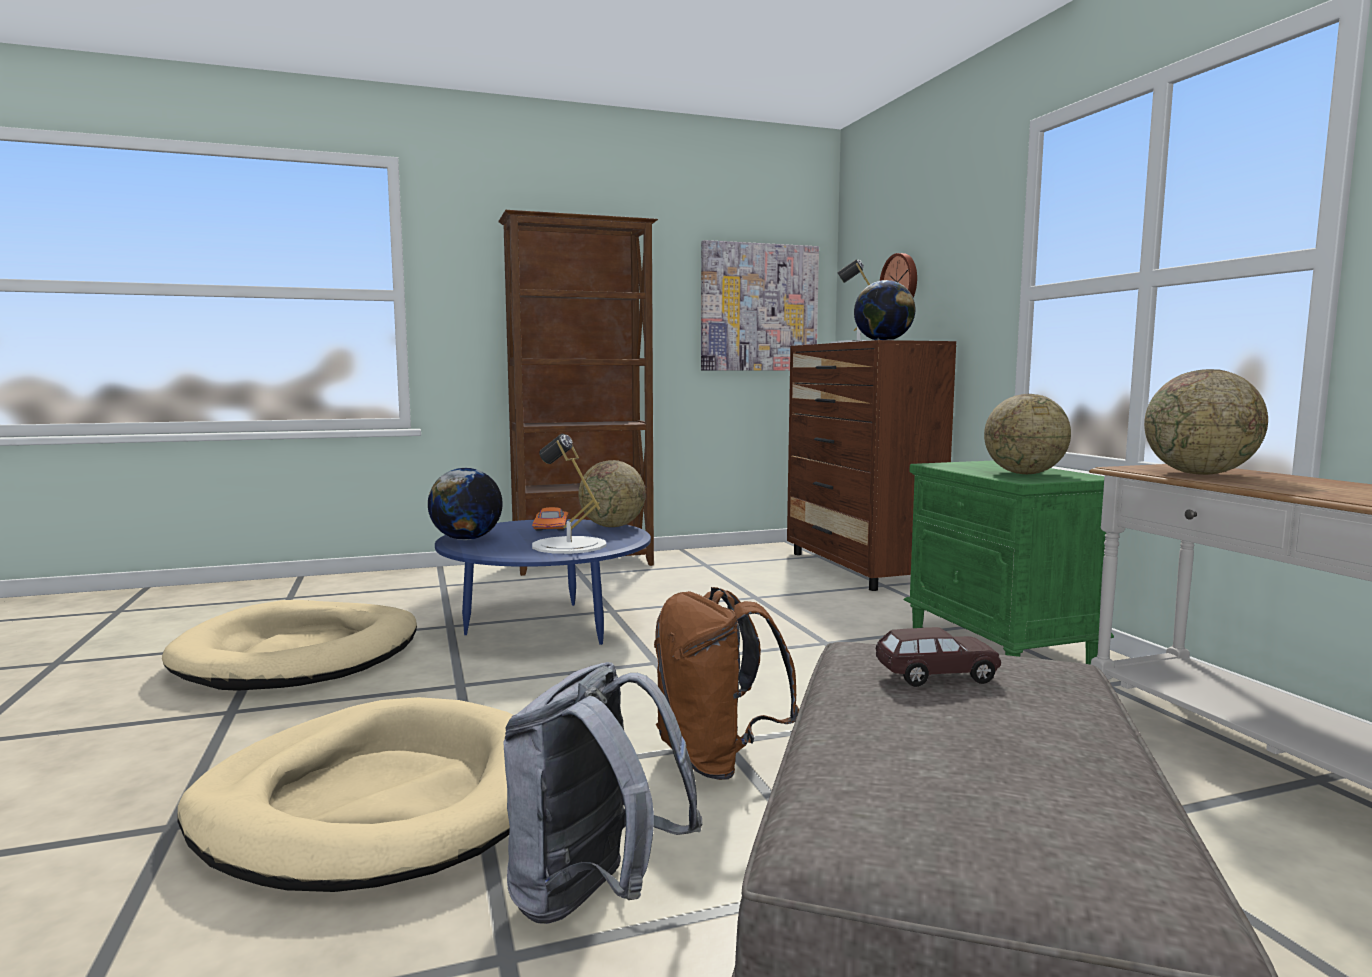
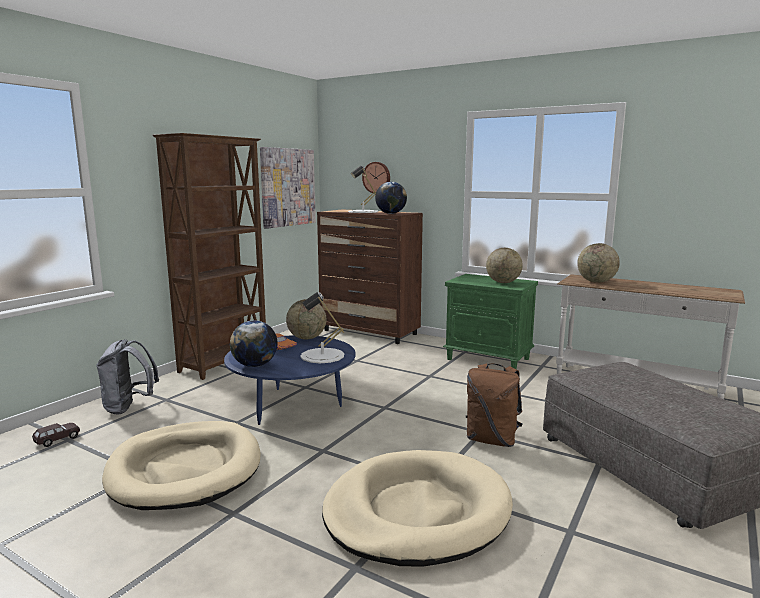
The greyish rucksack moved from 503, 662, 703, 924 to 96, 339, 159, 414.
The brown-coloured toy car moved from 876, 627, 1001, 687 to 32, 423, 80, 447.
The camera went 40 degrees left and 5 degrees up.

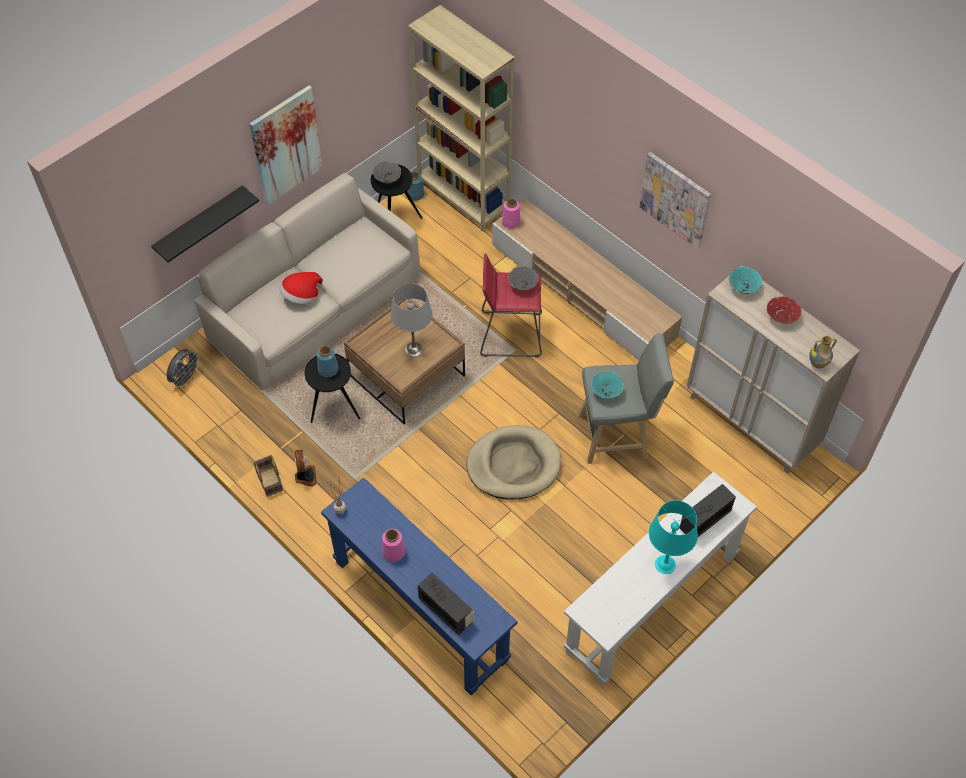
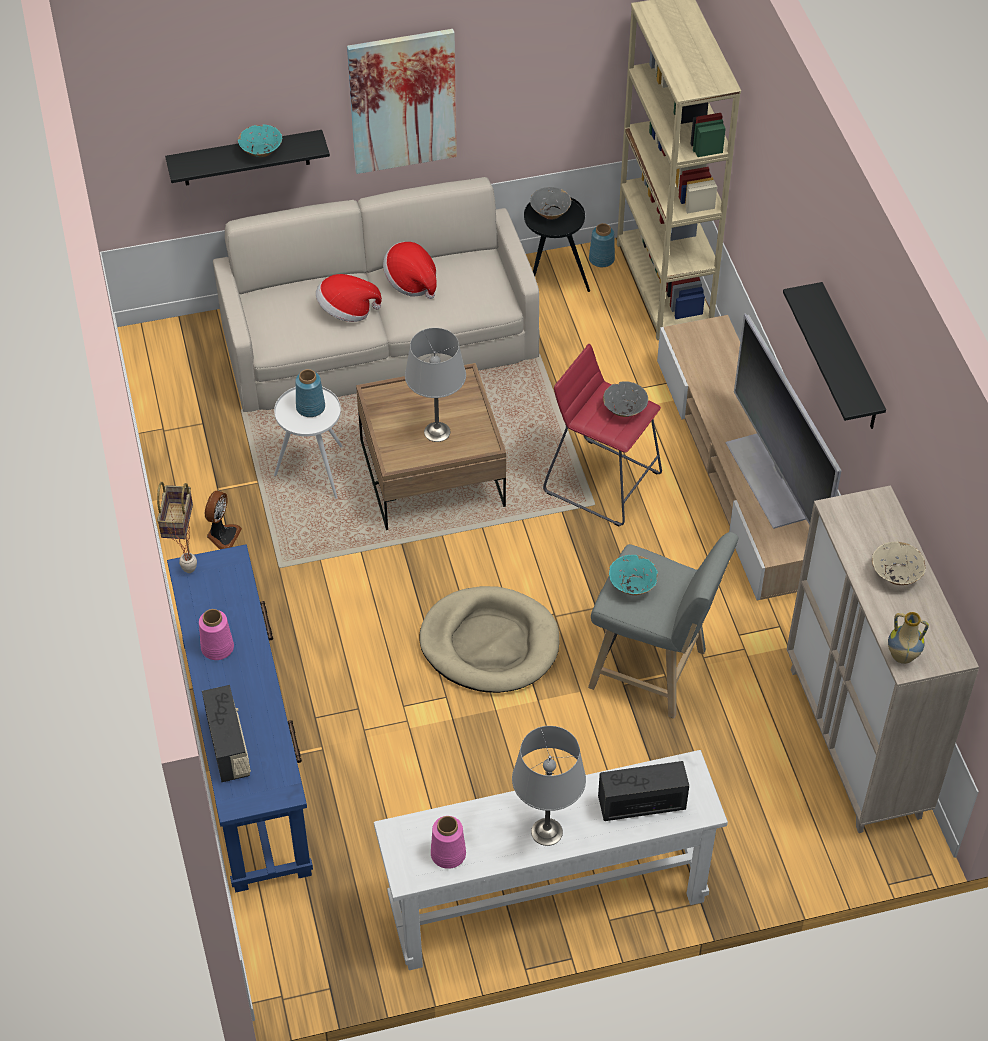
The greyish electric fan at 167, 349, 200, 389 disappeared.
The hat at 383, 242, 437, 299 appeared.
The TV at 726, 313, 841, 529 appeared.
The pinkish flower vase moved from 502, 198, 520, 229 to 431, 816, 466, 869.
The blue-green deep dish moved from 729, 267, 762, 294 to 238, 124, 282, 157.
The wall art at 640, 152, 711, 249 was replaced by the blackish shelf at 783, 282, 886, 429.
The blackish end table at 305, 354, 360, 423 became the white end table at 274, 387, 343, 499.
The blue-green table lamp at 649, 500, 698, 574 became the greyish table lamp at 512, 726, 586, 846.
The red-coloured deep dish at 767, 296, 802, 324 became the beige deep dish at 872, 542, 926, 585.
The camera went 30 degrees right and 5 degrees down.

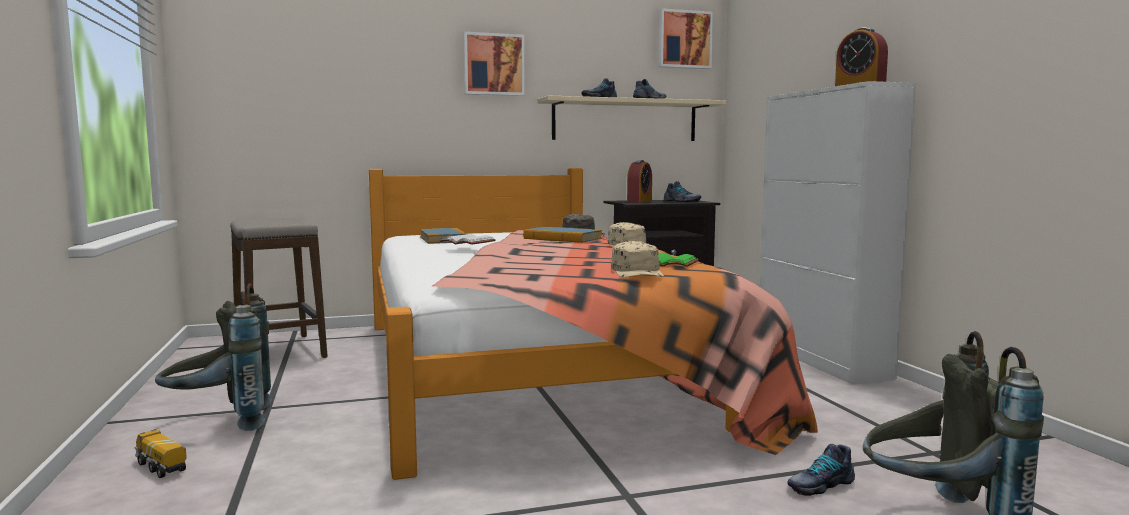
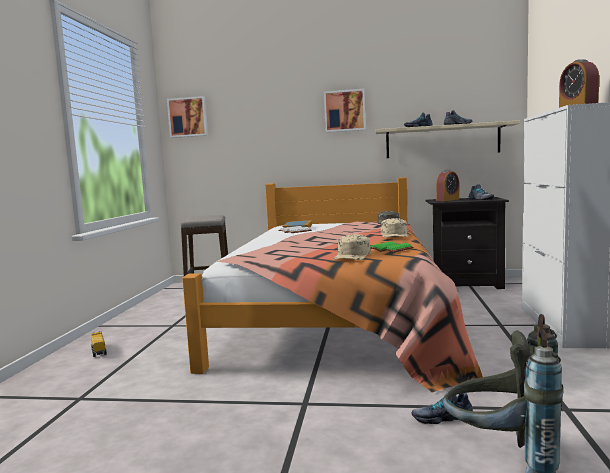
The greyish rucksack at 155, 283, 272, 431 disappeared.
The volume at 523, 227, 602, 243 disappeared.
The wall art moved from 658, 8, 713, 69 to 167, 96, 208, 138.
The camera went 25 degrees right and 0 degrees up.

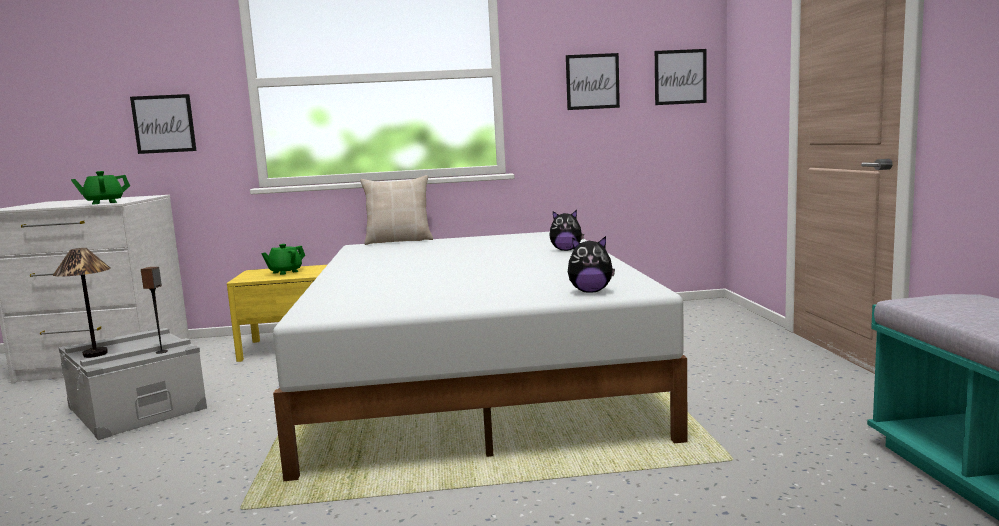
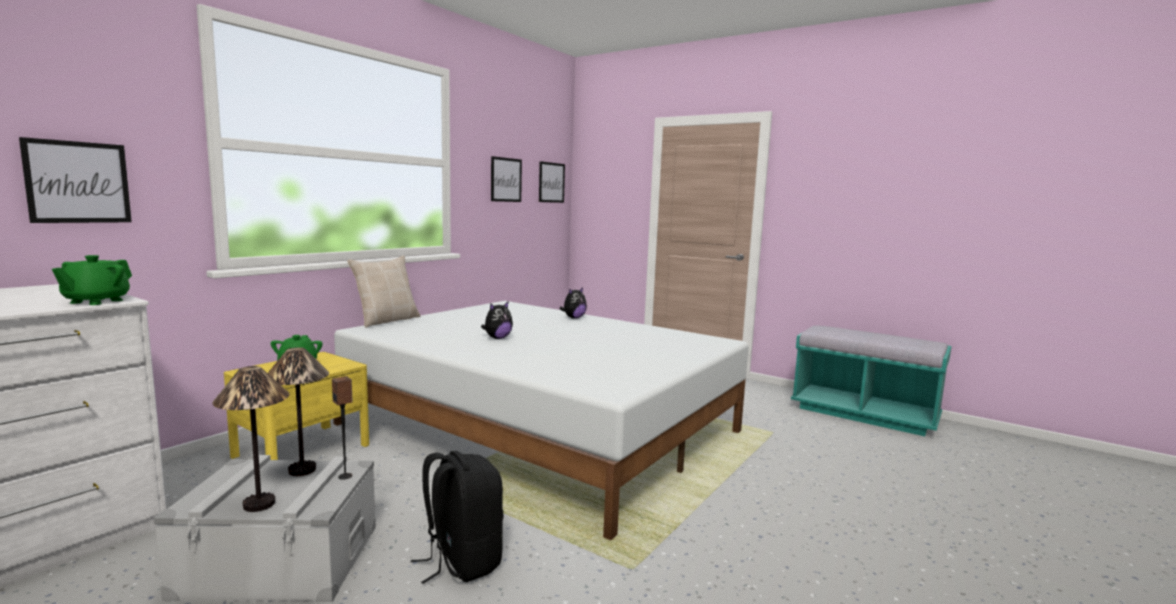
The table lamp at 268, 347, 329, 476 appeared.
The blackish rucksack at 411, 451, 503, 584 appeared.
The plush toy moved from 568, 236, 615, 293 to 481, 302, 513, 339.
The camera went 50 degrees left and 0 degrees up.

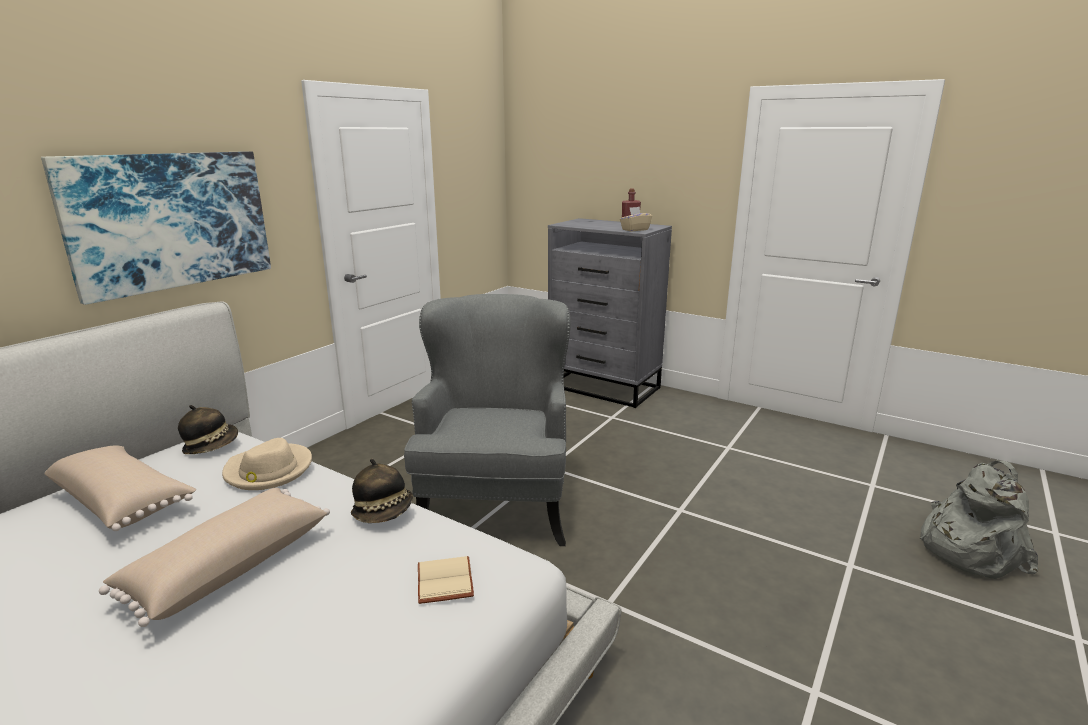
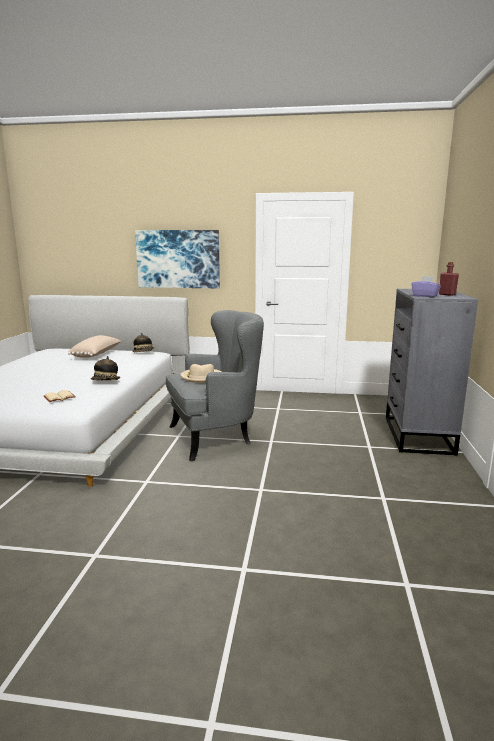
The beige cushion at 99, 488, 330, 627 disappeared.
The greyish rucksack at 920, 461, 1038, 579 disappeared.
The beige hat moved from 222, 438, 312, 490 to 181, 364, 221, 383.
The beige tissue box at 620, 207, 652, 231 became the purple tissue box at 412, 276, 441, 297.
The camera went 65 degrees right and 5 degrees down.

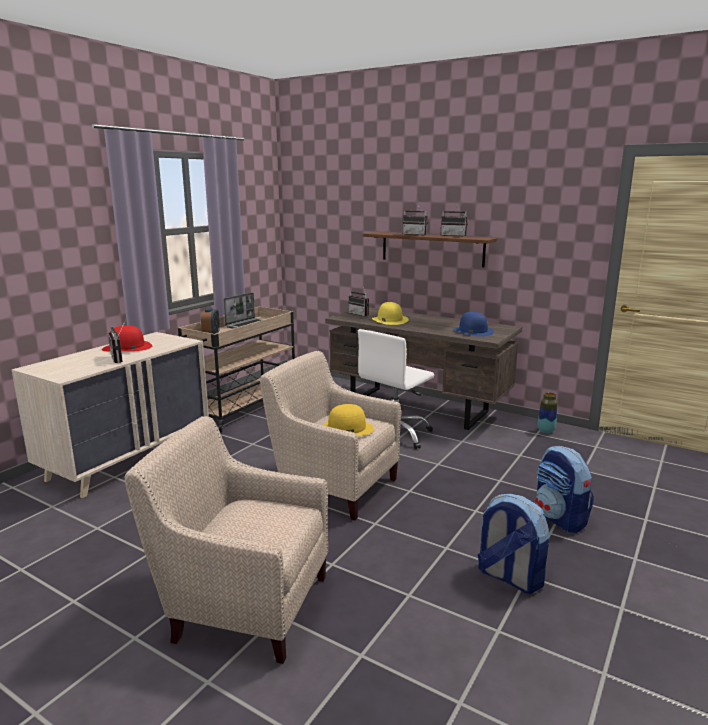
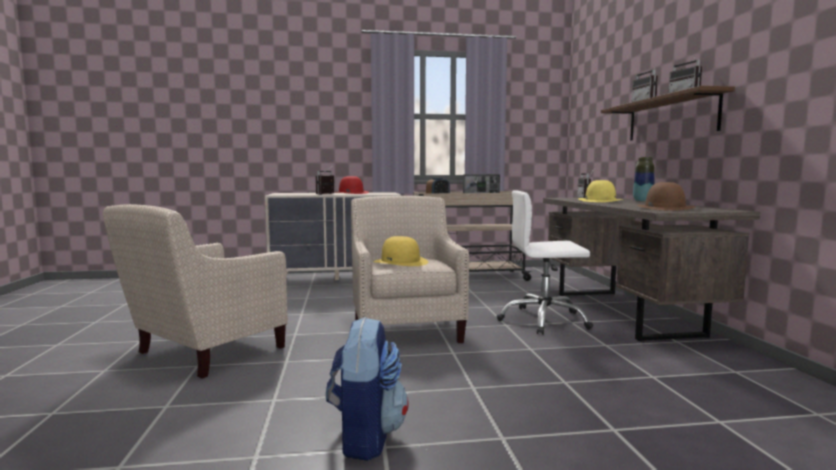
The rucksack at 535, 446, 594, 533 disappeared.
The flower vase moved from 538, 392, 557, 434 to 633, 157, 654, 202.
The blue-coloured hat at 453, 312, 494, 337 became the brown-coloured hat at 637, 182, 695, 211.
The beige armchair at 125, 416, 328, 664 turned 120 degrees counterclockwise.
The camera went 50 degrees right and 10 degrees down.

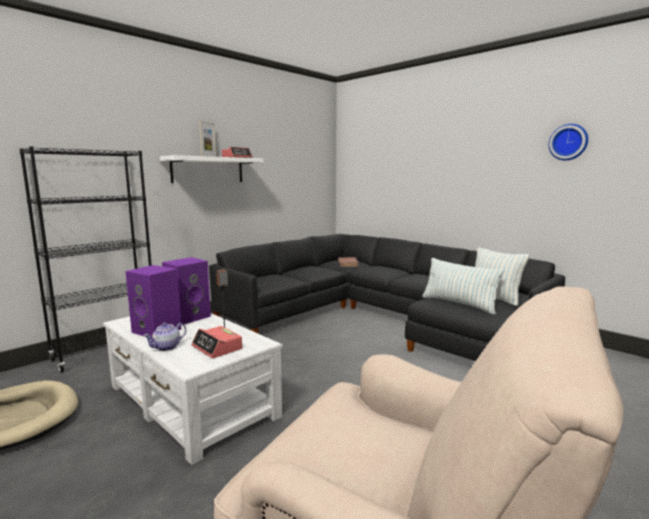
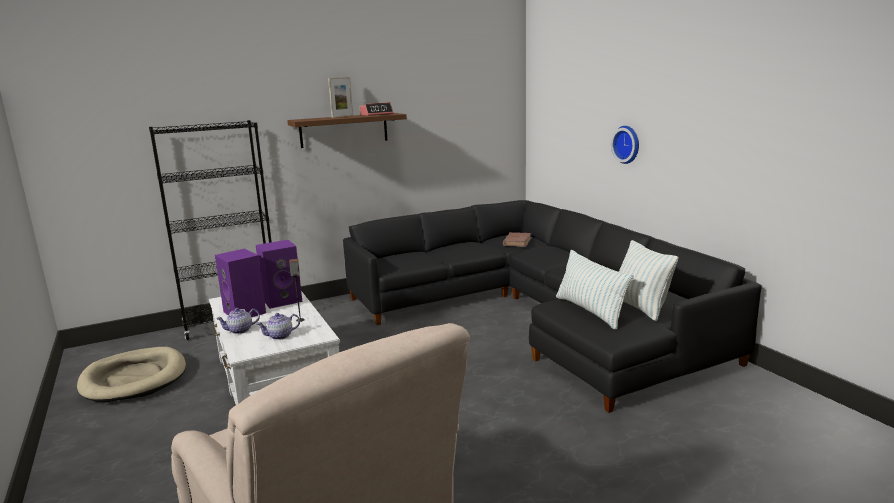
The hanging clock moved from 549, 124, 588, 161 to 611, 126, 639, 164.
The alarm clock at 192, 326, 242, 358 was replaced by the pot for tea at 256, 313, 300, 340.
The white shelf at 160, 155, 263, 183 became the brown-coloured shelf at 287, 113, 407, 148.
The camera went 20 degrees right and 5 degrees up.

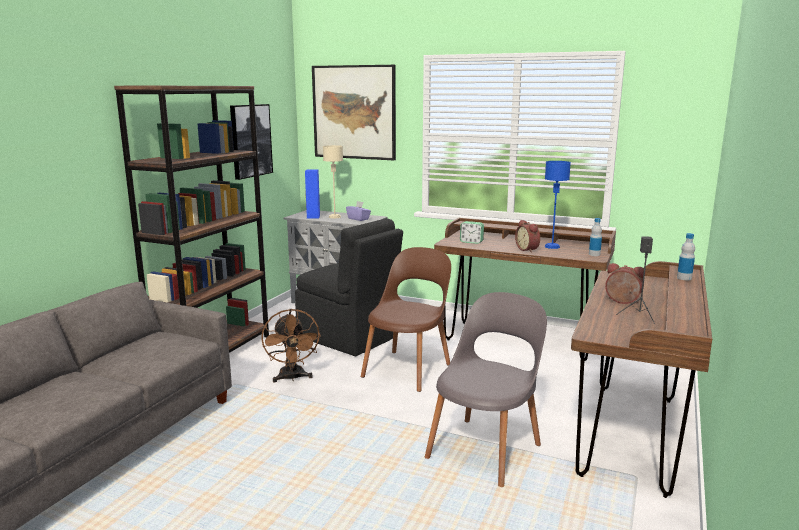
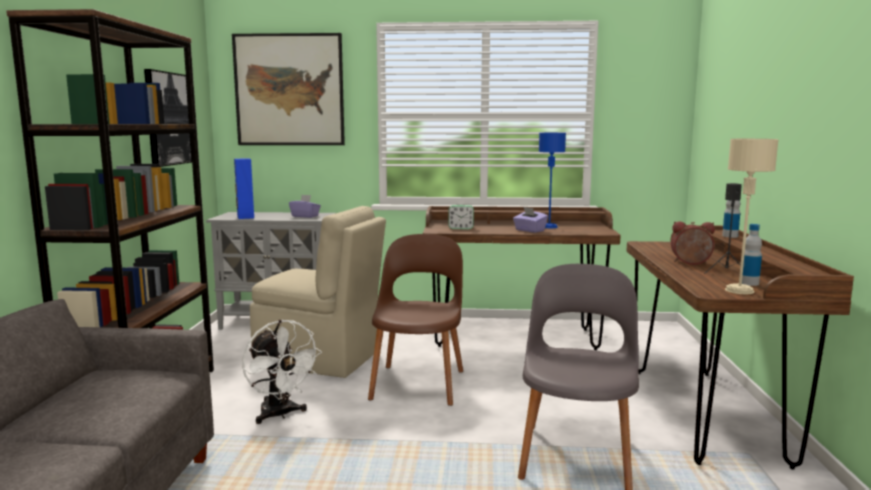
The beige table lamp moved from 323, 145, 343, 218 to 725, 139, 779, 294.
The drink bottle moved from 589, 218, 602, 256 to 742, 224, 762, 286.
The alarm clock at 515, 220, 540, 253 was replaced by the purple tissue box at 513, 207, 548, 233.
The brown-coloured electric fan at 261, 309, 321, 383 became the white electric fan at 242, 319, 322, 424.
The blackish upright chair at 295, 218, 403, 356 became the beige upright chair at 250, 206, 386, 378.
The camera went 20 degrees left and 5 degrees down.

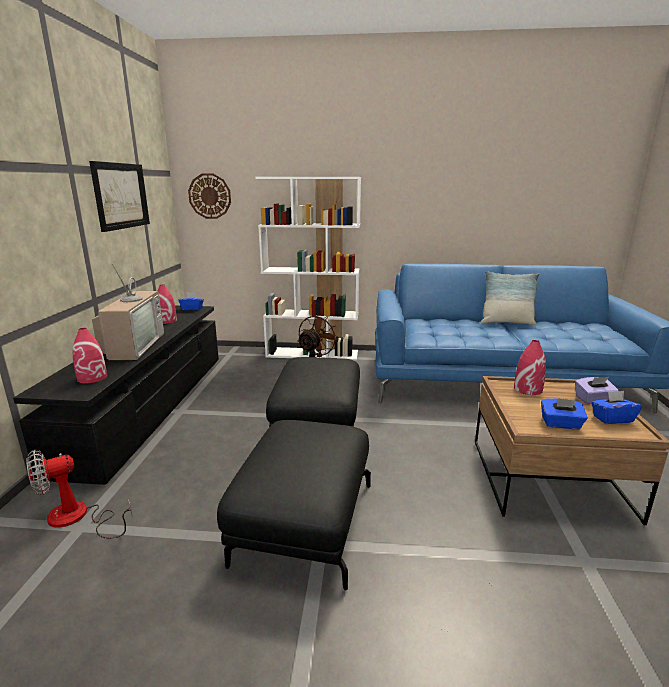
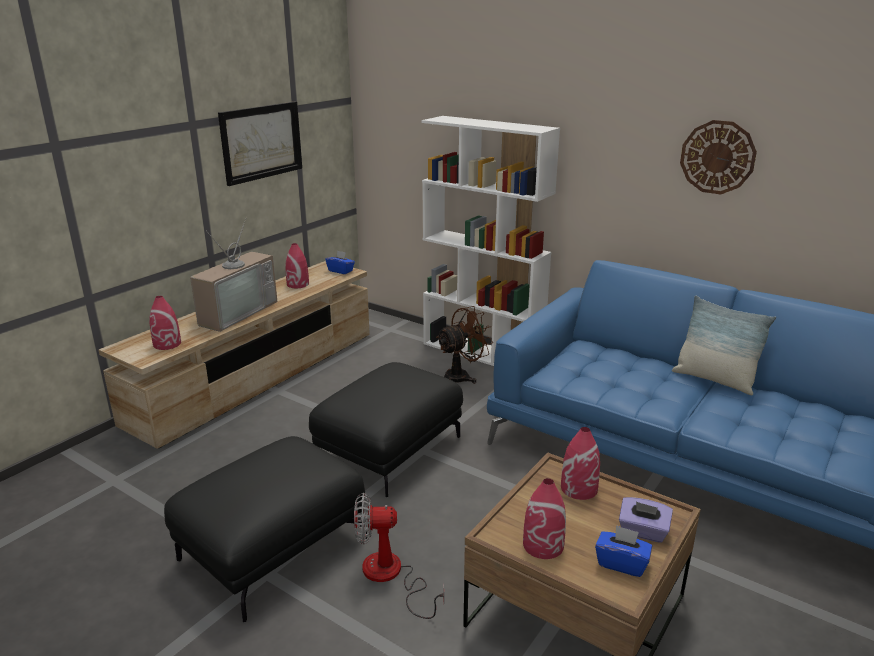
The electric fan moved from 26, 450, 132, 538 to 354, 493, 444, 619.
The hanging clock moved from 188, 173, 231, 219 to 680, 120, 757, 195.
The blue-coloured tissue box at 541, 398, 588, 429 was replaced by the red-coloured flower vase at 523, 478, 566, 559.
The blackish tv unit at 13, 305, 219, 485 became the beige tv unit at 99, 261, 370, 449.
The camera went 30 degrees right and 5 degrees up.

